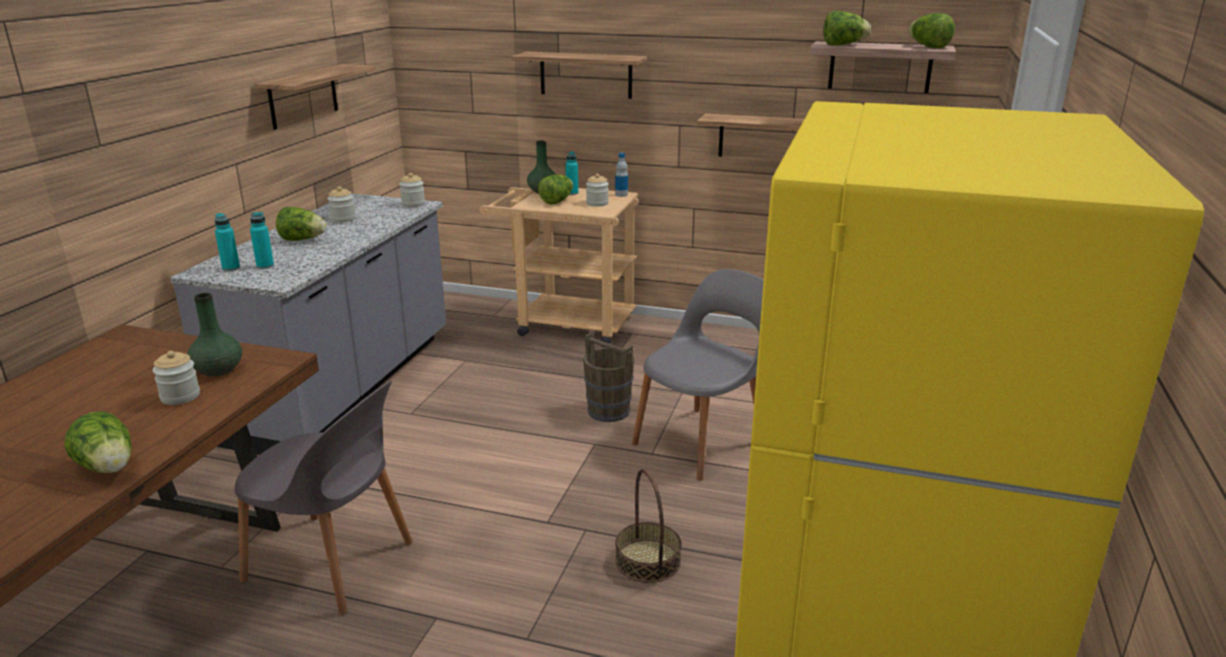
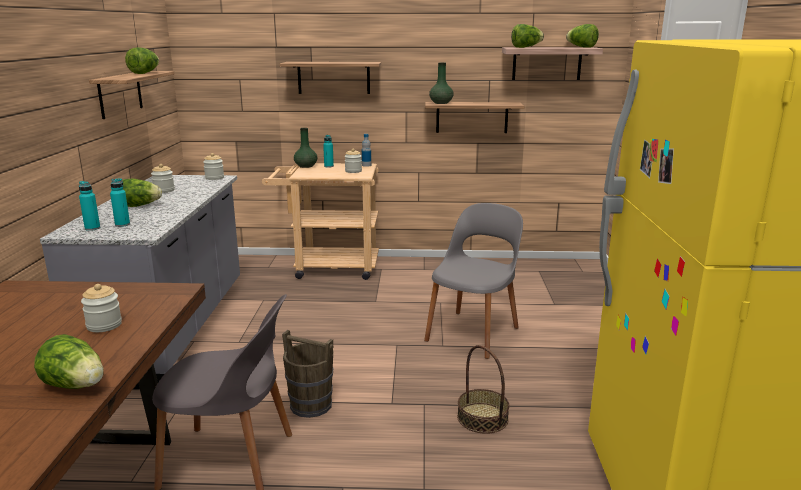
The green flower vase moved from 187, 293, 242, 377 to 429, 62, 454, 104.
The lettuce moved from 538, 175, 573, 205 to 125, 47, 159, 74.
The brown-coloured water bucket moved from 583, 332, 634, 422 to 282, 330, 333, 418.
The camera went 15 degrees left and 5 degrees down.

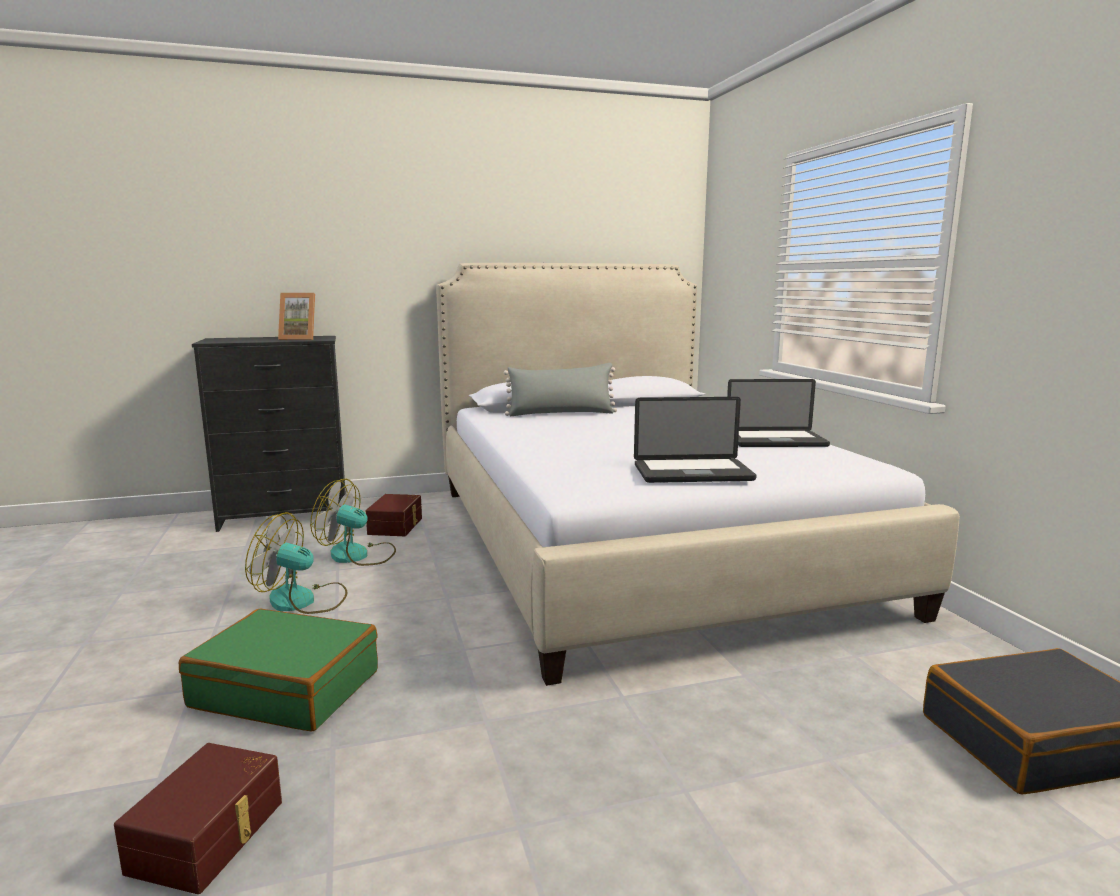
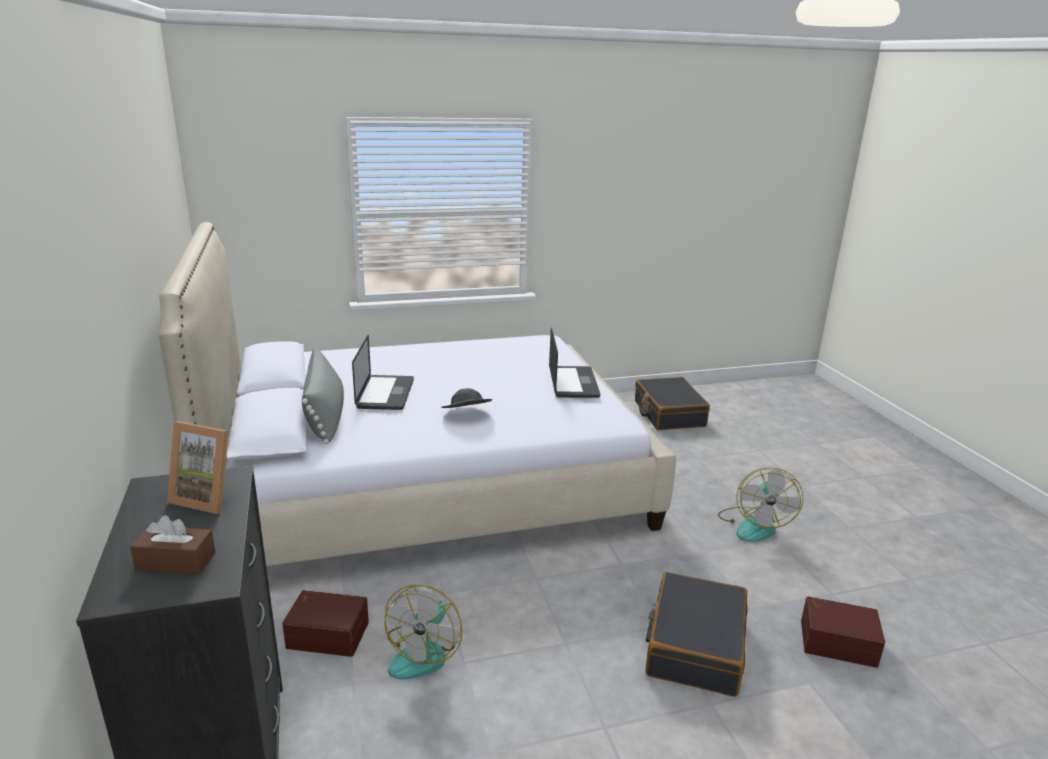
The brown-coloured tissue box at 130, 515, 216, 574 appeared.
The greyish hat at 441, 388, 492, 408 appeared.
The electric fan moved from 245, 512, 347, 614 to 718, 467, 804, 542.
The laptop moved from 727, 379, 830, 447 to 352, 335, 414, 410.
The green piece of luggage at 179, 609, 378, 732 became the blackish piece of luggage at 646, 572, 748, 697.
The standing frame at 278, 293, 315, 340 turned 105 degrees clockwise.
The camera went 90 degrees left and 10 degrees up.

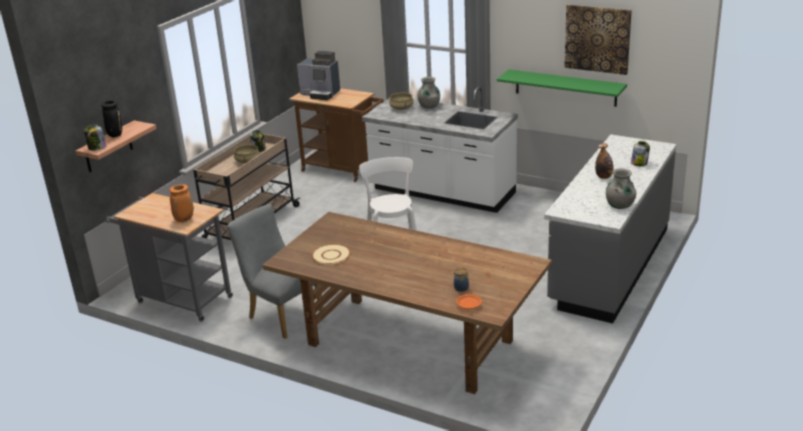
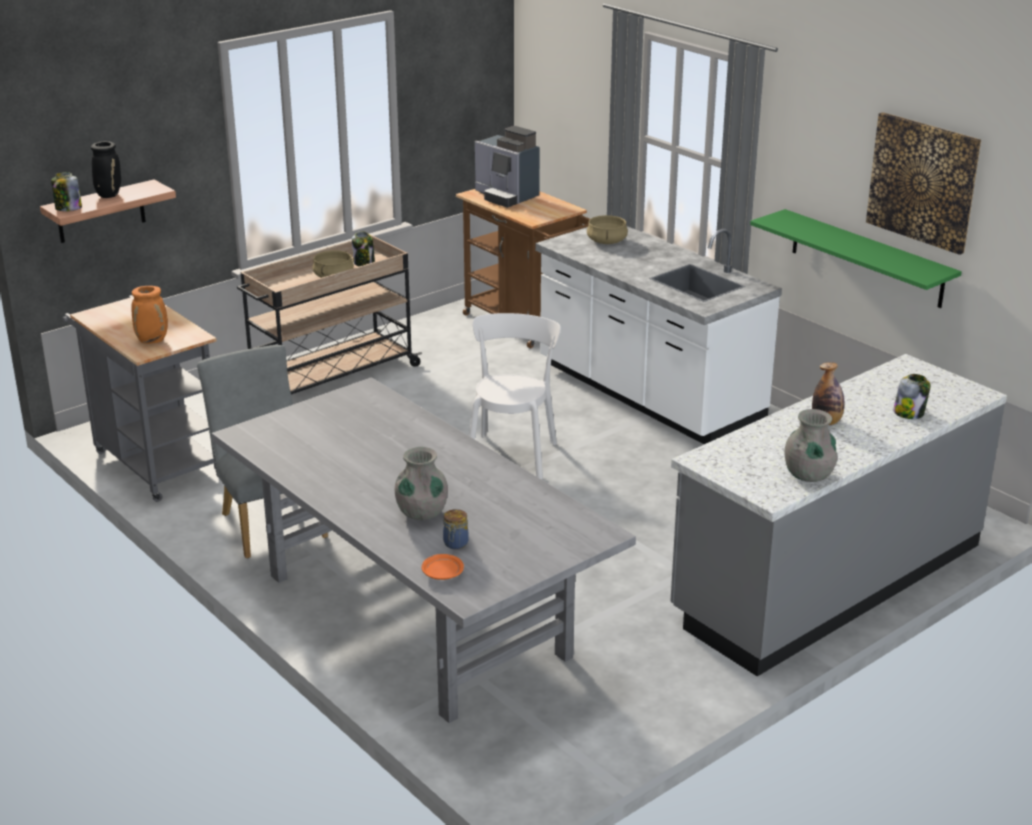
The beige flat dish at 312, 244, 350, 265 disappeared.
The greyish flower vase moved from 417, 77, 440, 108 to 395, 447, 448, 520.
The brown-coloured kitchen table at 263, 212, 552, 394 became the greyish kitchen table at 212, 377, 636, 723.
The camera went 20 degrees right and 0 degrees up.

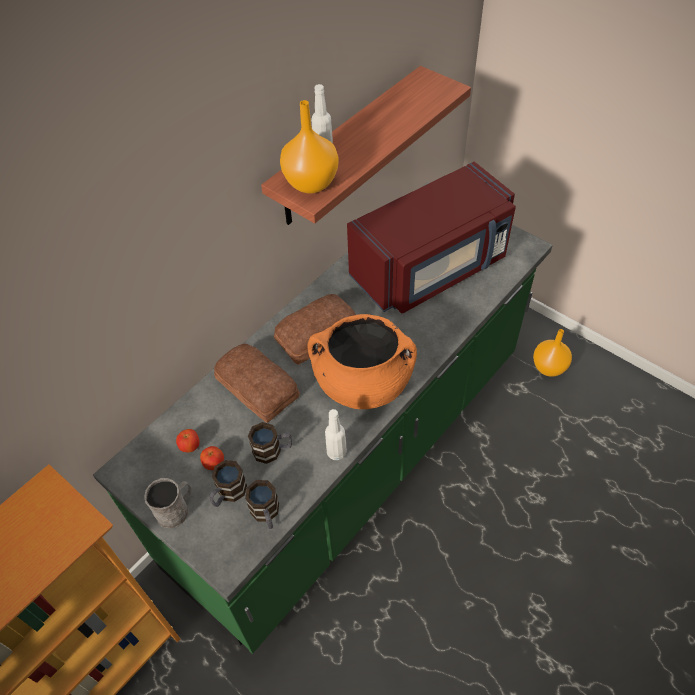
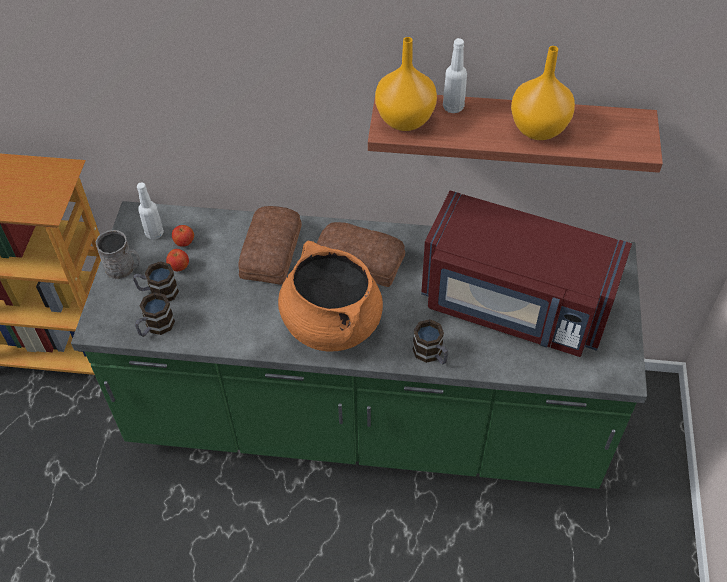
The mug moved from 248, 422, 292, 464 to 413, 319, 448, 364.
The white drink bottle moved from 325, 409, 347, 460 to 137, 182, 164, 239.
The orangey flower vase moved from 533, 329, 572, 377 to 511, 46, 575, 140.
The camera went 55 degrees right and 0 degrees up.

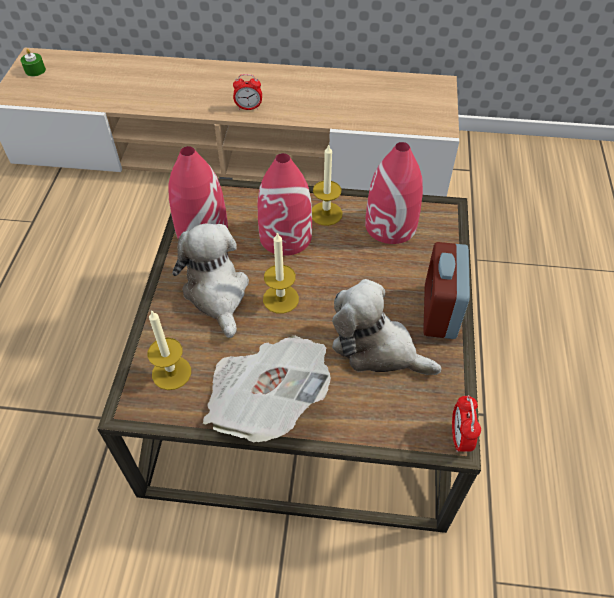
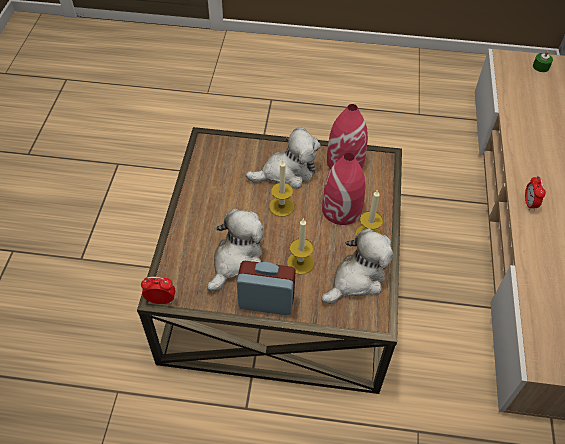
The newspaper at 203, 335, 331, 443 disappeared.
The candle moved from 147, 310, 191, 390 to 287, 218, 314, 275.
The red-coloured flower vase at 365, 142, 423, 244 was replaced by the plush toy at 321, 228, 393, 304.
The camera went 90 degrees right and 0 degrees up.

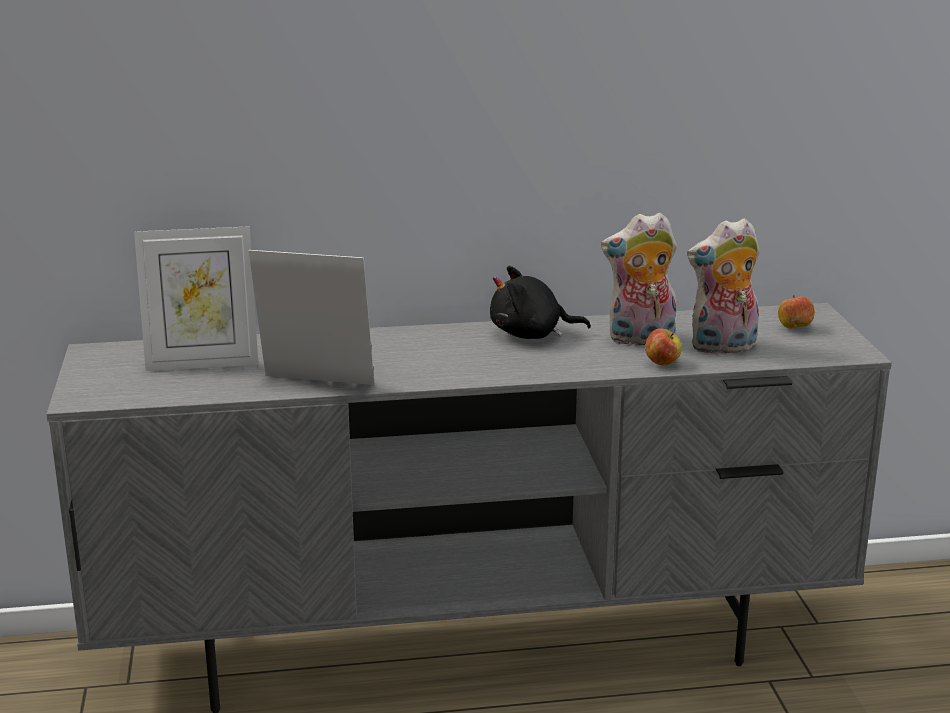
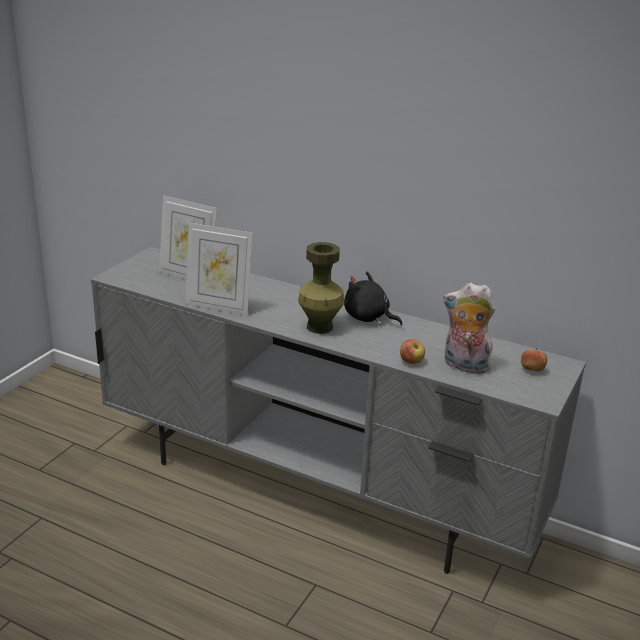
The plush toy at 601, 213, 677, 345 disappeared.
The green flower vase at 298, 242, 344, 334 appeared.
The standing frame at 249, 250, 375, 385 turned 150 degrees clockwise.
The camera went 35 degrees right and 5 degrees up.

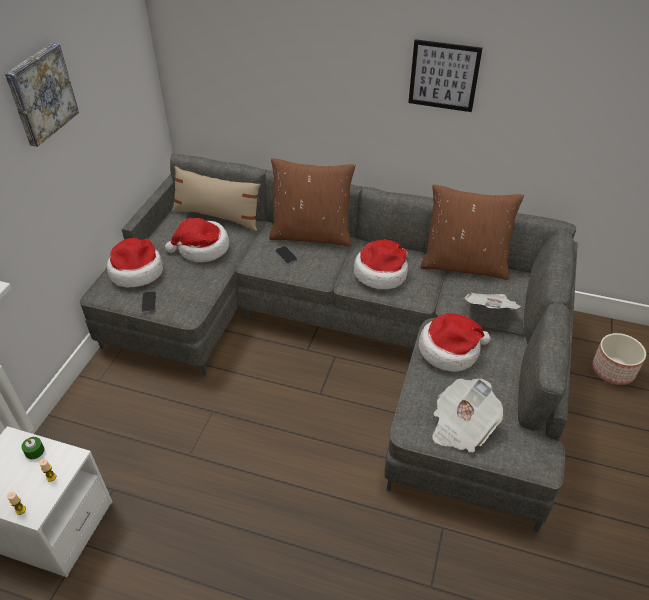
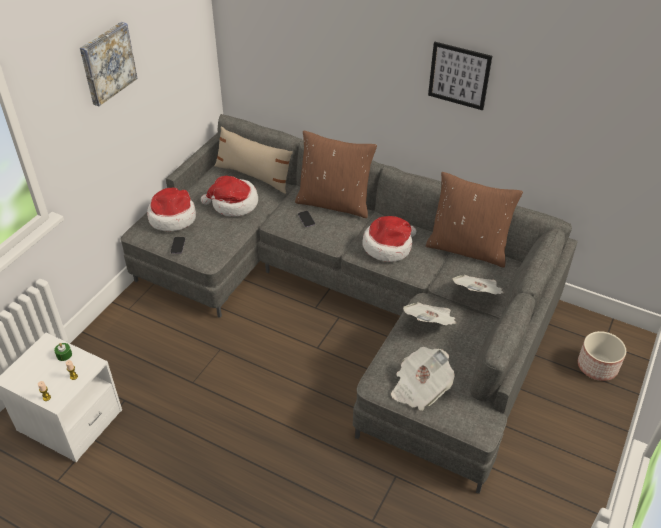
The hat at 419, 313, 491, 372 was replaced by the newspaper at 403, 302, 456, 325.
The camera went 10 degrees right and 0 degrees up.

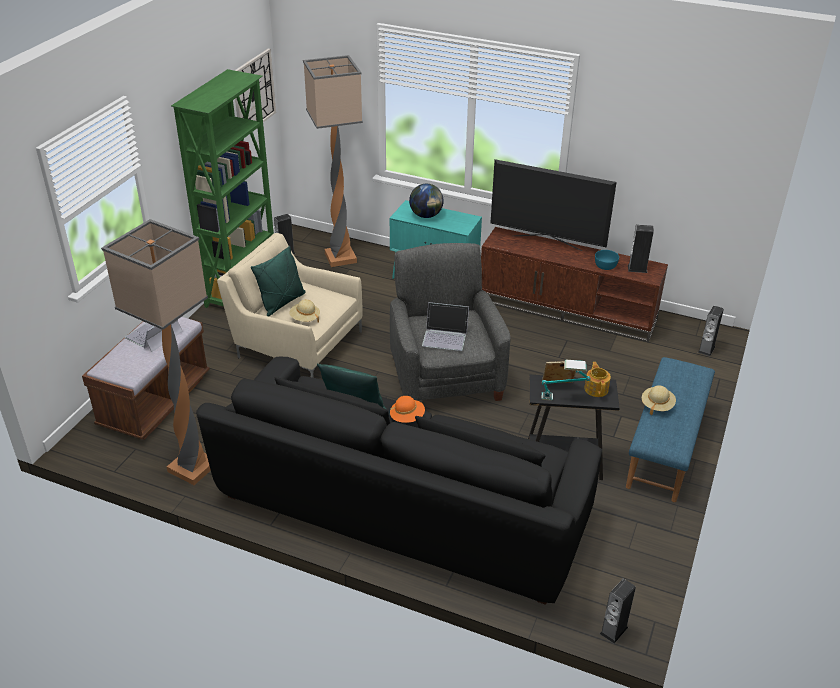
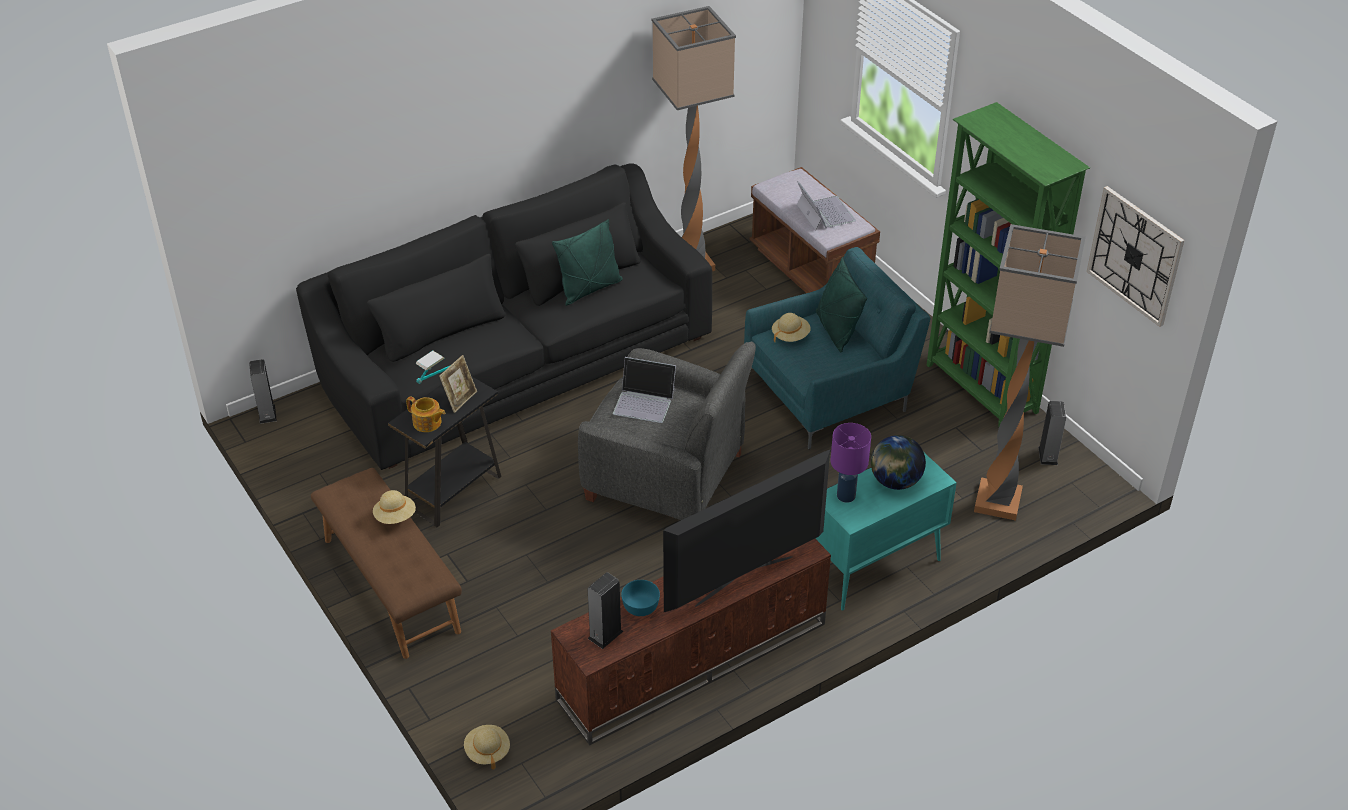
The orangey hat at 390, 396, 425, 423 disappeared.
The purple table lamp at 831, 423, 871, 503 appeared.
The speaker at 698, 306, 724, 356 was replaced by the beige hat at 464, 725, 510, 769.
The beige armchair at 217, 233, 363, 378 became the blue-green armchair at 744, 247, 930, 449.
The blue-coloured bench at 626, 357, 715, 502 became the brown-coloured bench at 311, 468, 462, 659.
The laptop at 422, 302, 469, 351 turned 120 degrees counterclockwise.
The camera went 125 degrees right and 5 degrees up.

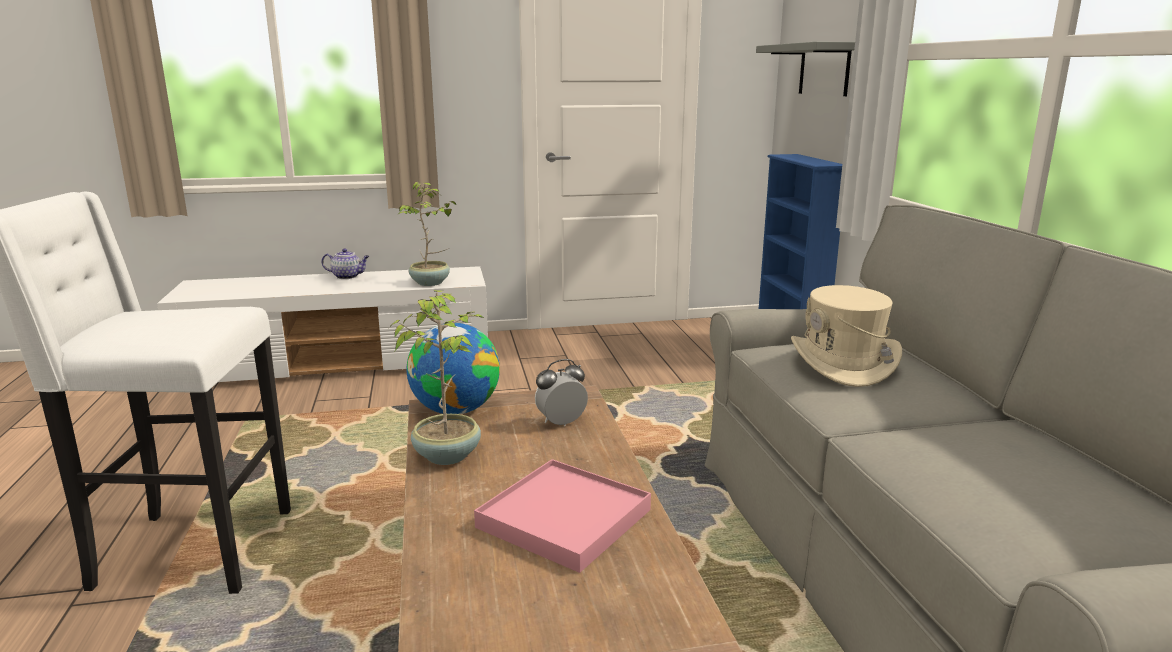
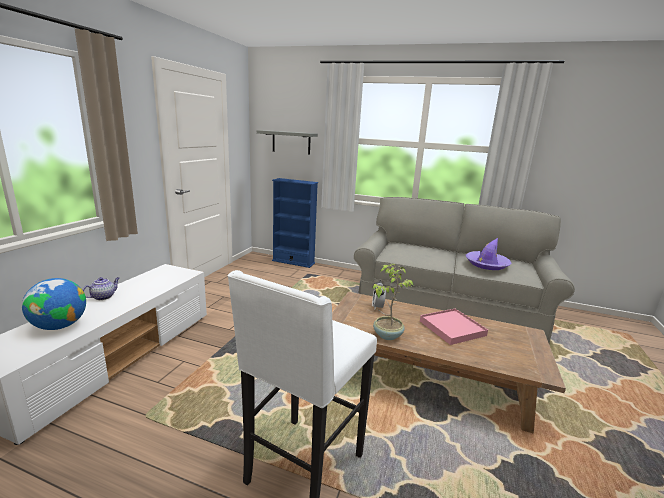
The potted plant at 398, 182, 457, 286 disappeared.
The beige hat at 791, 285, 902, 387 disappeared.
The purple hat at 466, 238, 511, 270 appeared.
The globe moved from 407, 323, 500, 414 to 22, 278, 86, 330.
The camera went 60 degrees left and 0 degrees up.

